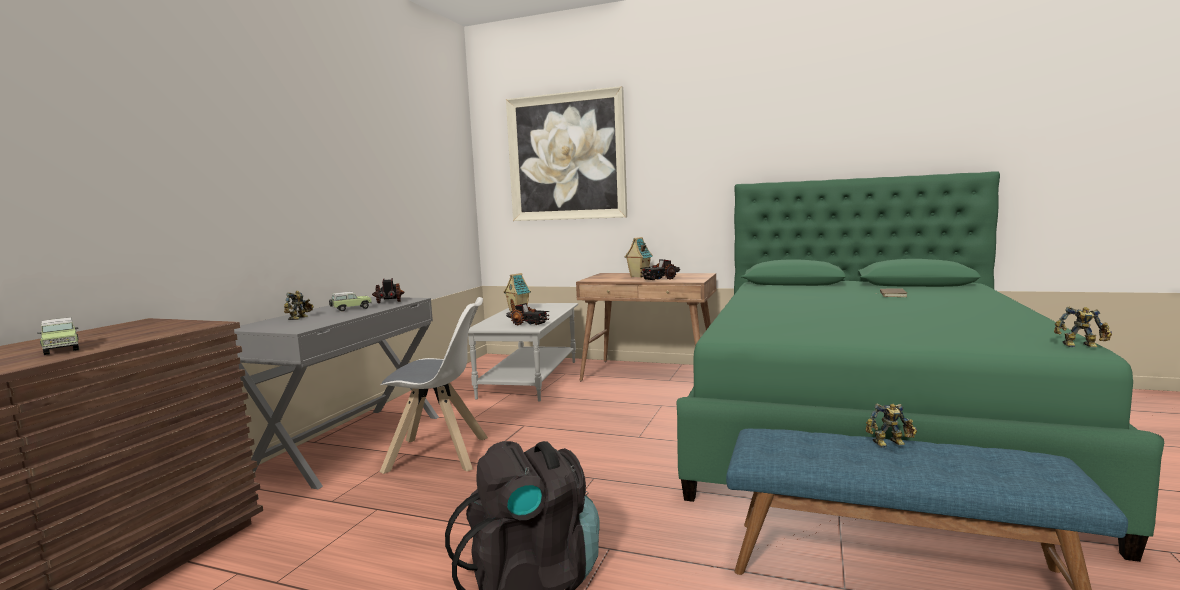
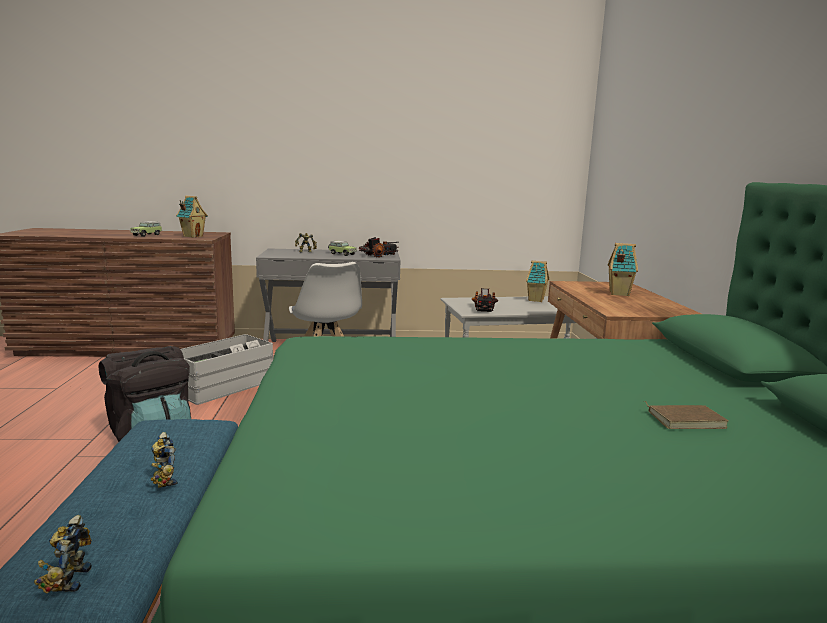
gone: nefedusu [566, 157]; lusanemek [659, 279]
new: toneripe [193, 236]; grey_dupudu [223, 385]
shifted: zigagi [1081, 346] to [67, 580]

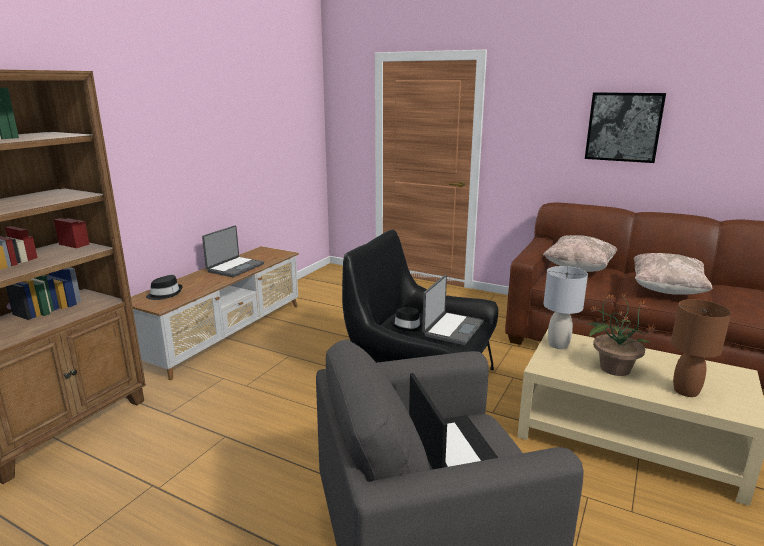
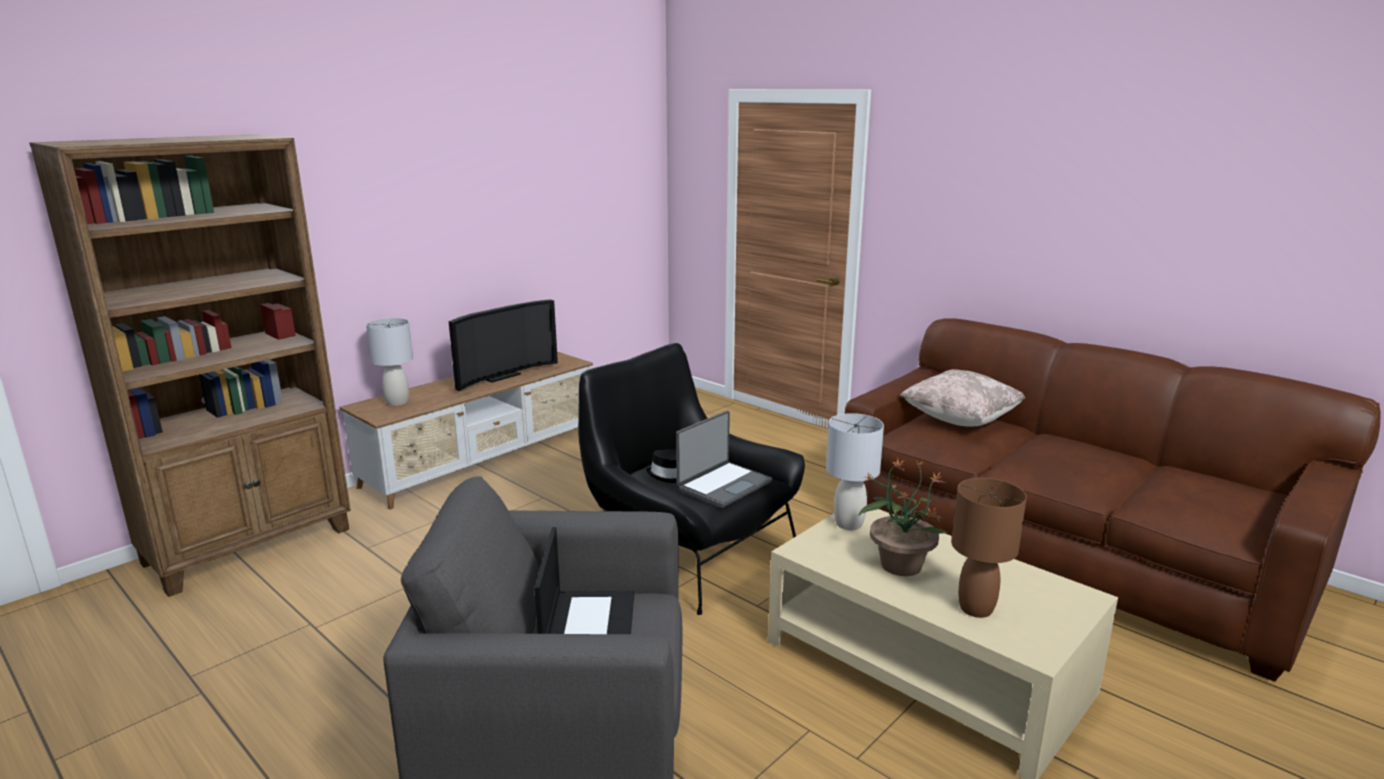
gone: nefedusu [623, 127]; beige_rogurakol [666, 290]
swapped: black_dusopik [165, 294] to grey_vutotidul [397, 402]; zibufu [235, 267] to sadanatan [499, 376]

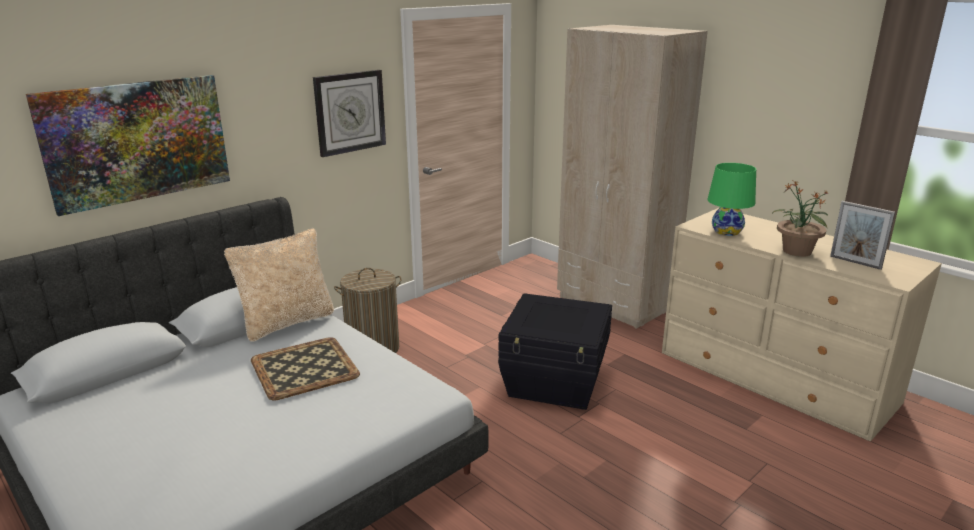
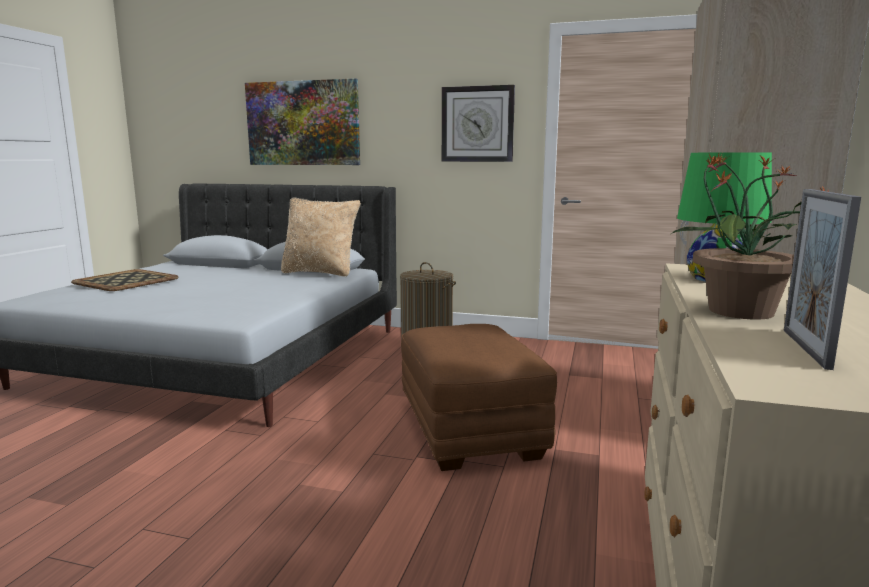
shifted: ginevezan [305, 368] to [125, 281]
swapped: black_dupudu [555, 383] to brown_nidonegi [471, 429]

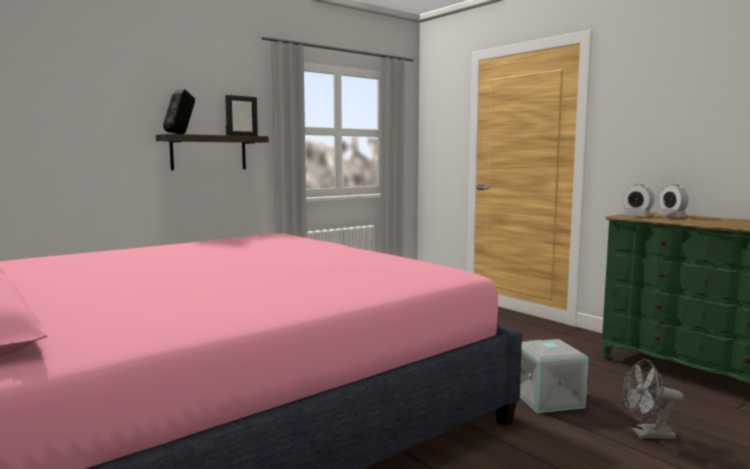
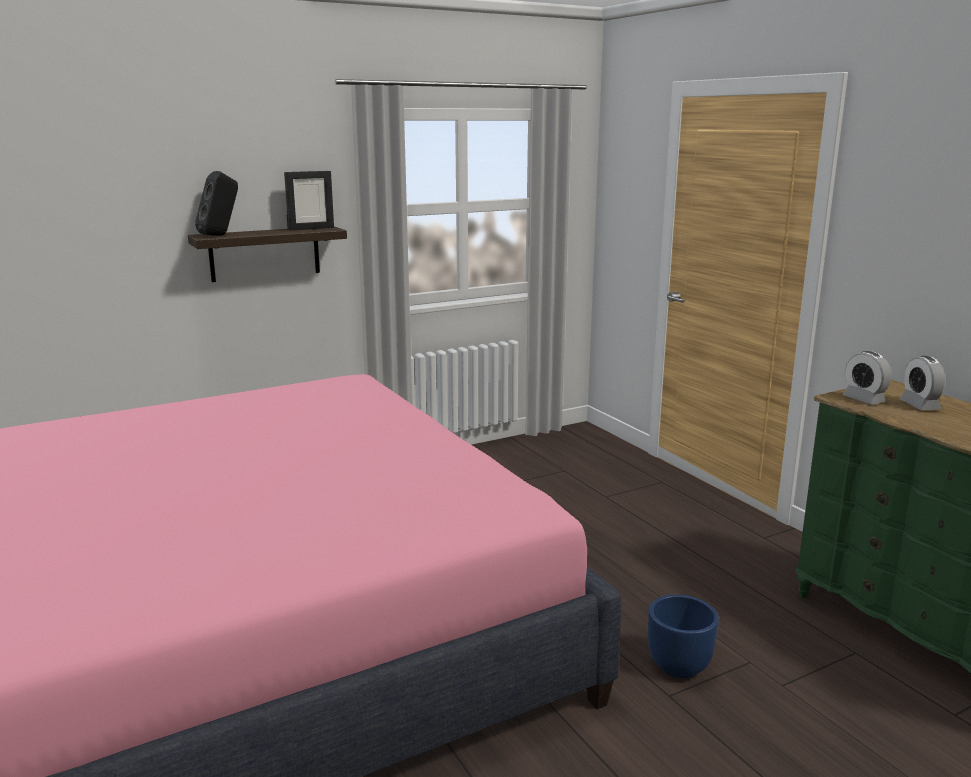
gone: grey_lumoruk [647, 434]
swapped: grey_dupudu [549, 399] to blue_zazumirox [679, 666]

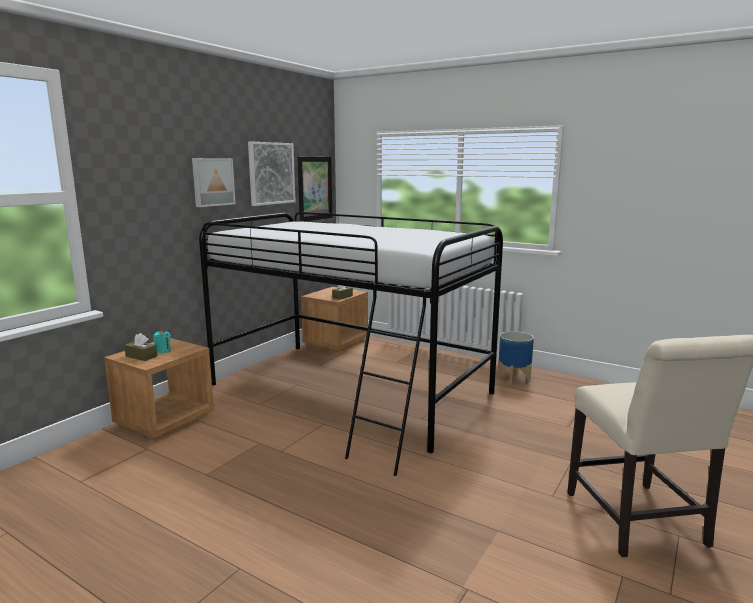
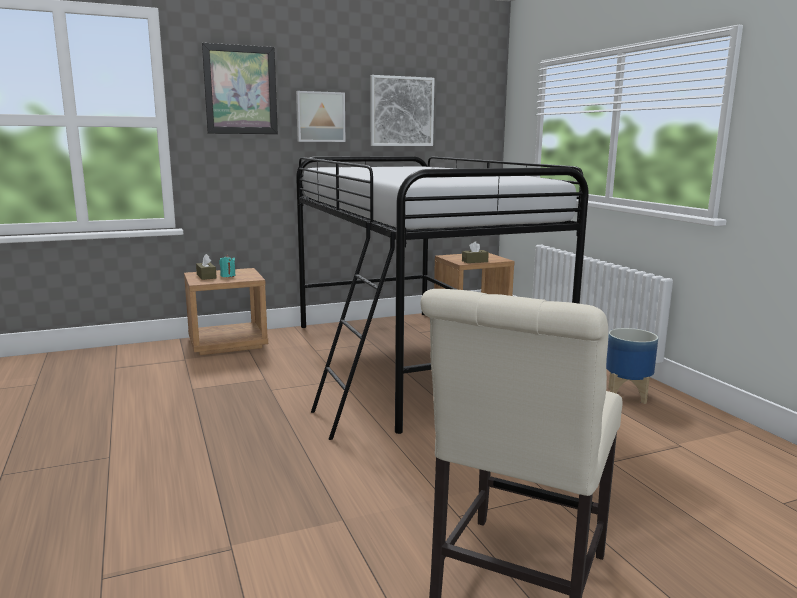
shifted: nefedusu [315, 188] to [240, 90]

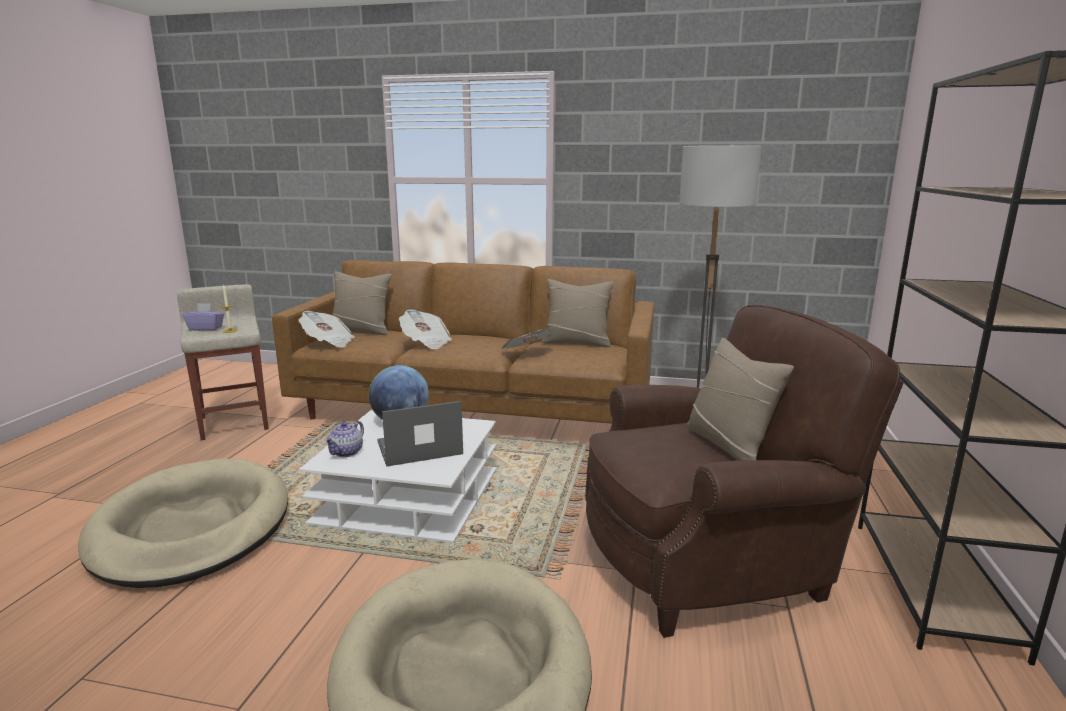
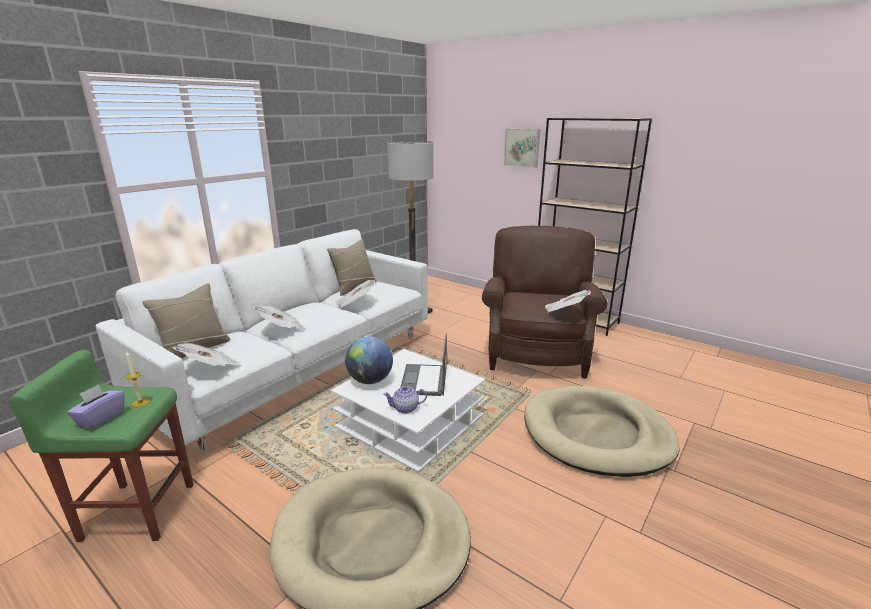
gone: beige_rogurakol [729, 444]
new: nefedusu [522, 147]; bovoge [564, 311]
repainted: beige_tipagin [234, 422] to green_tipagin [137, 511]; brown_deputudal [474, 411] to white_deputudal [299, 370]
rotated: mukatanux [347, 452] = [406, 408] 120 degrees clockwise

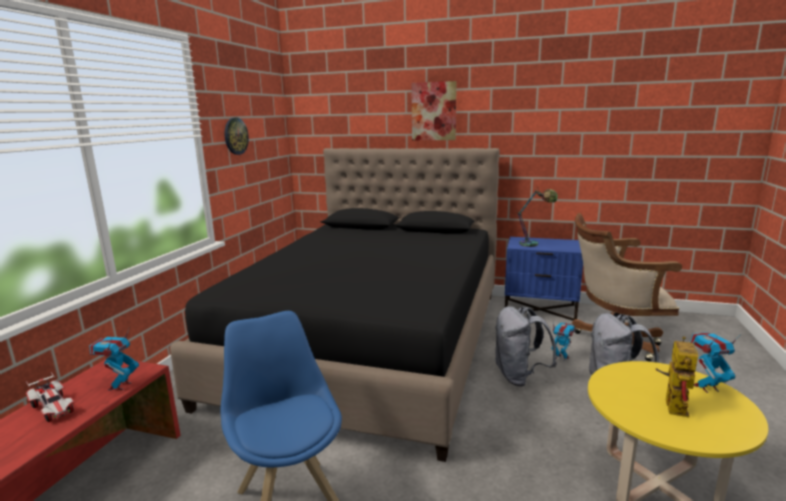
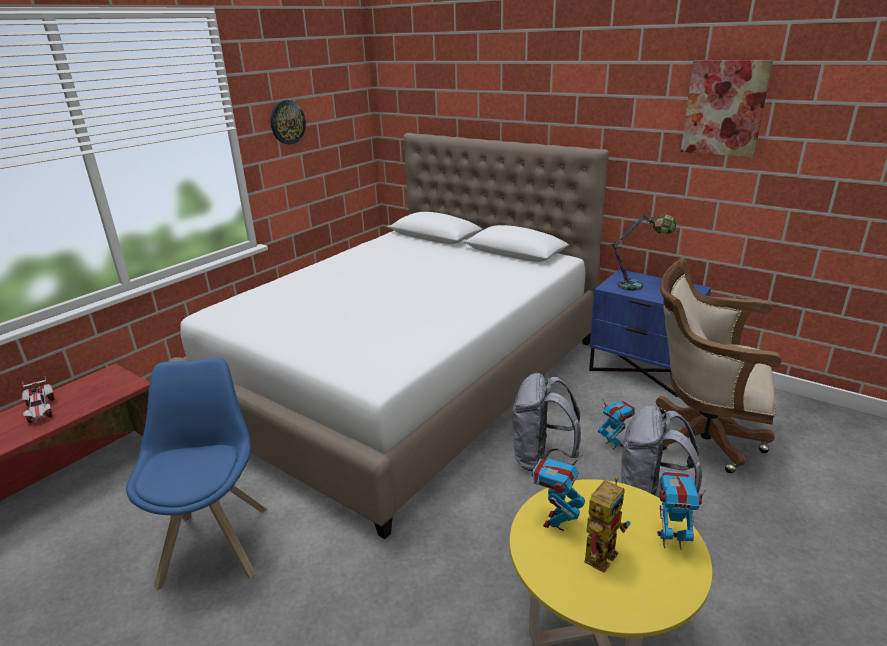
shifted: zigagi [120, 386] to [555, 522]; nefedusu [434, 111] to [724, 108]
repainted: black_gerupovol [372, 342] to white_gerupovol [409, 380]

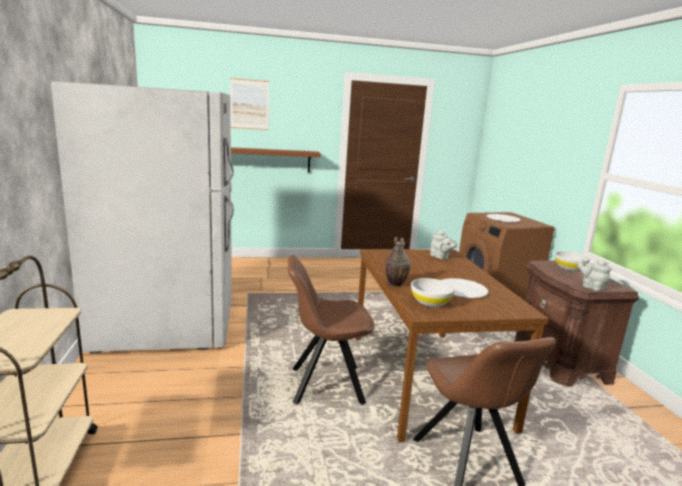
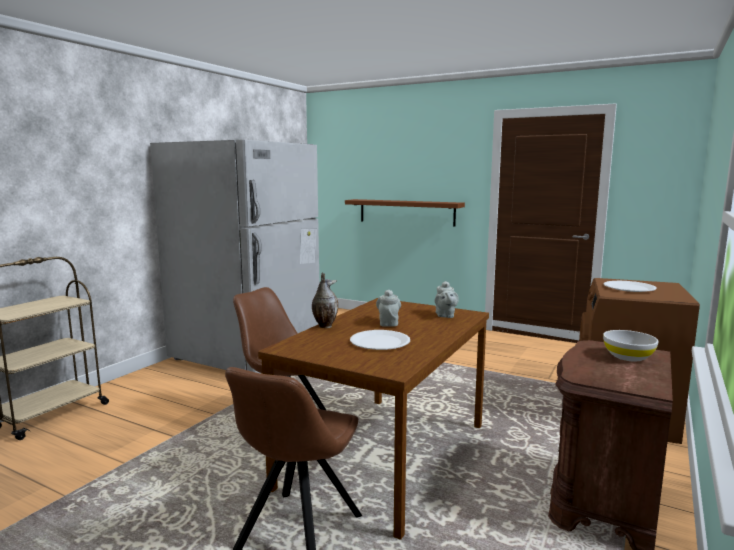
gone: nefedusu [249, 104]; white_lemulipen [430, 302]
shifted: grey_mukatanux [591, 287] to [388, 323]

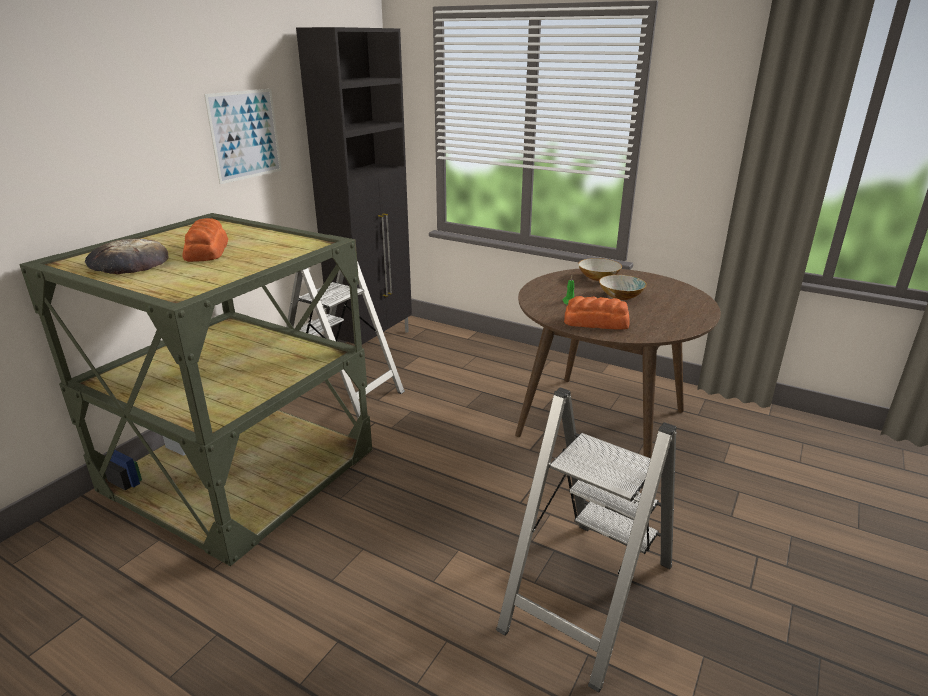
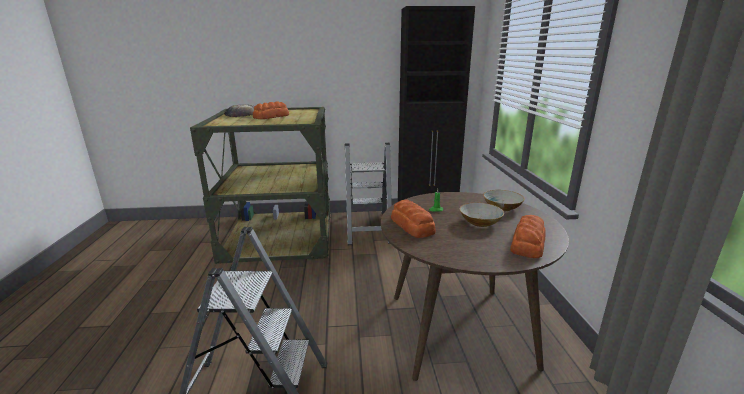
gone: nefedusu [245, 135]
new: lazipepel [528, 243]

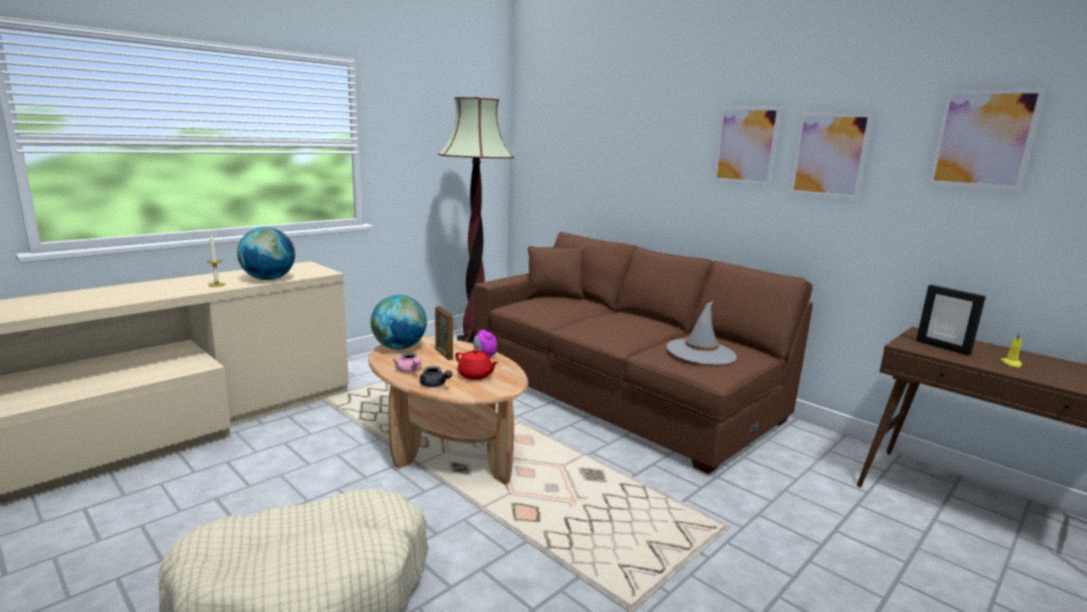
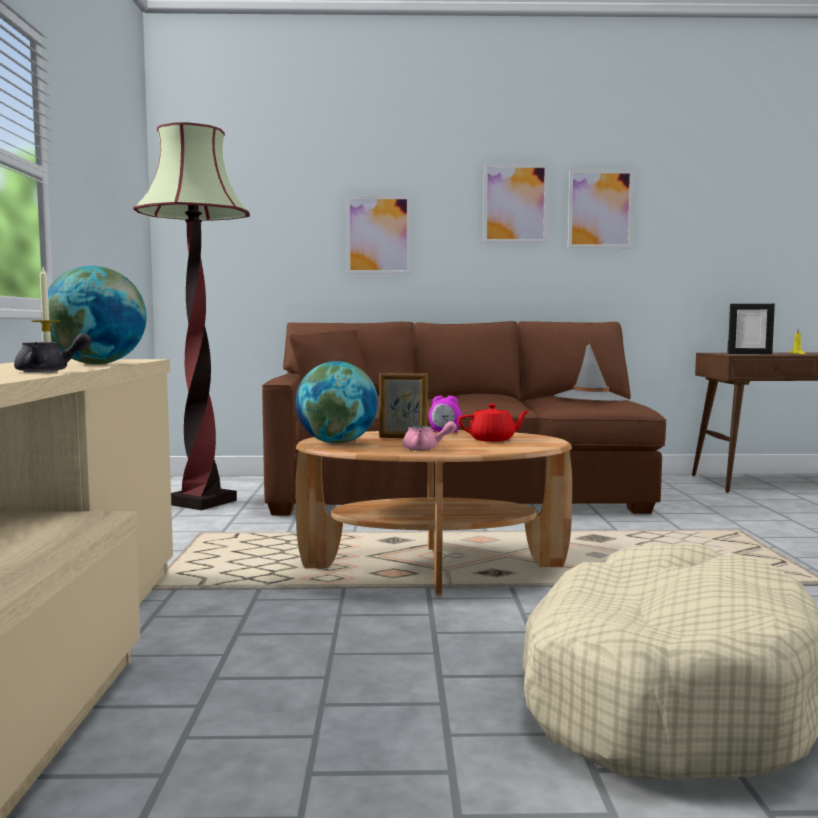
shifted: grey_mukatanux [435, 385] to [49, 371]; nefedusu [983, 139] to [378, 235]

